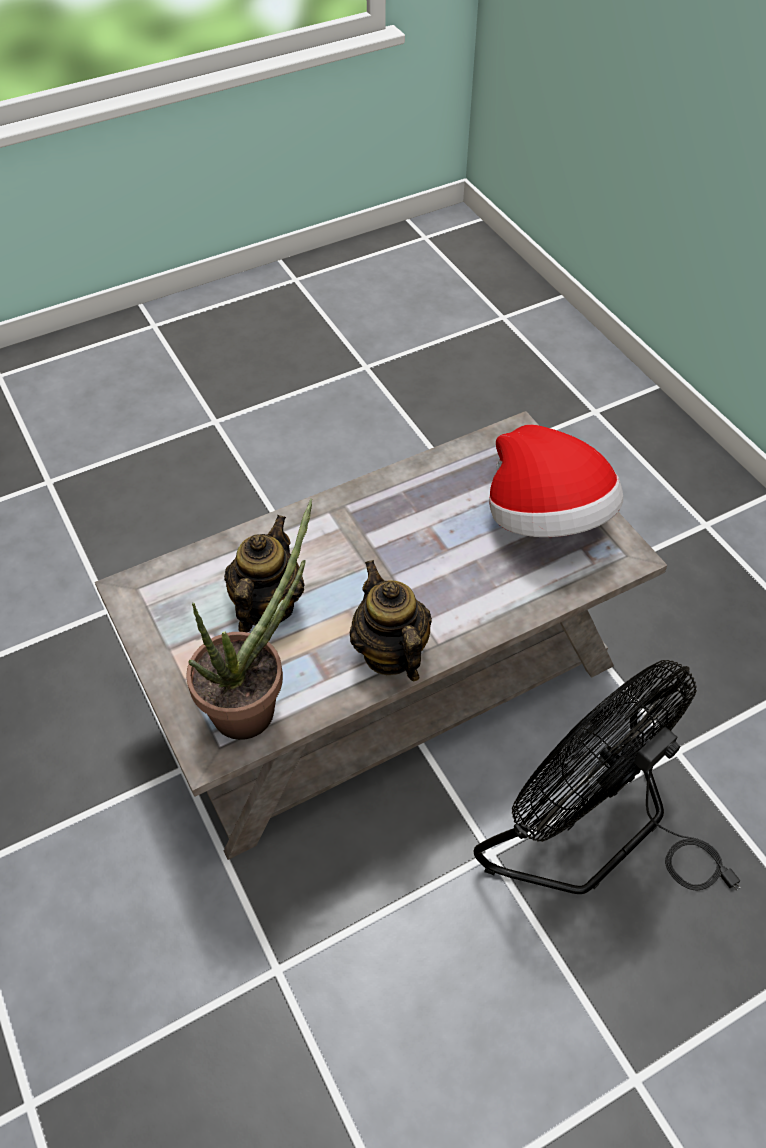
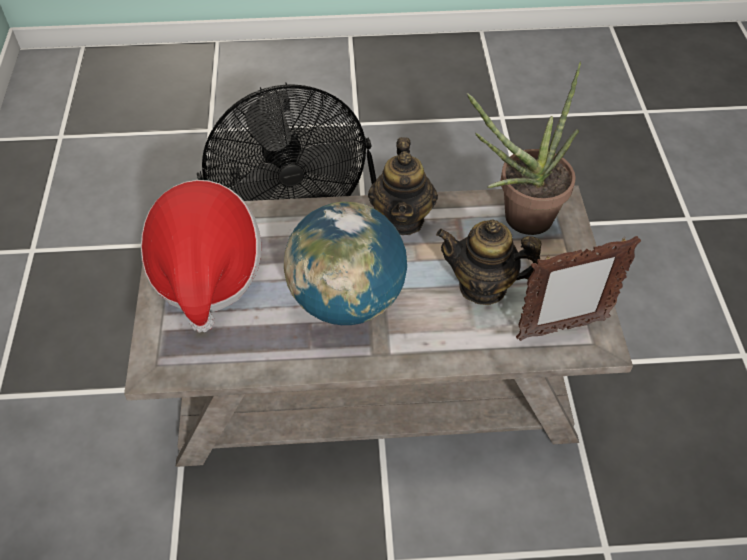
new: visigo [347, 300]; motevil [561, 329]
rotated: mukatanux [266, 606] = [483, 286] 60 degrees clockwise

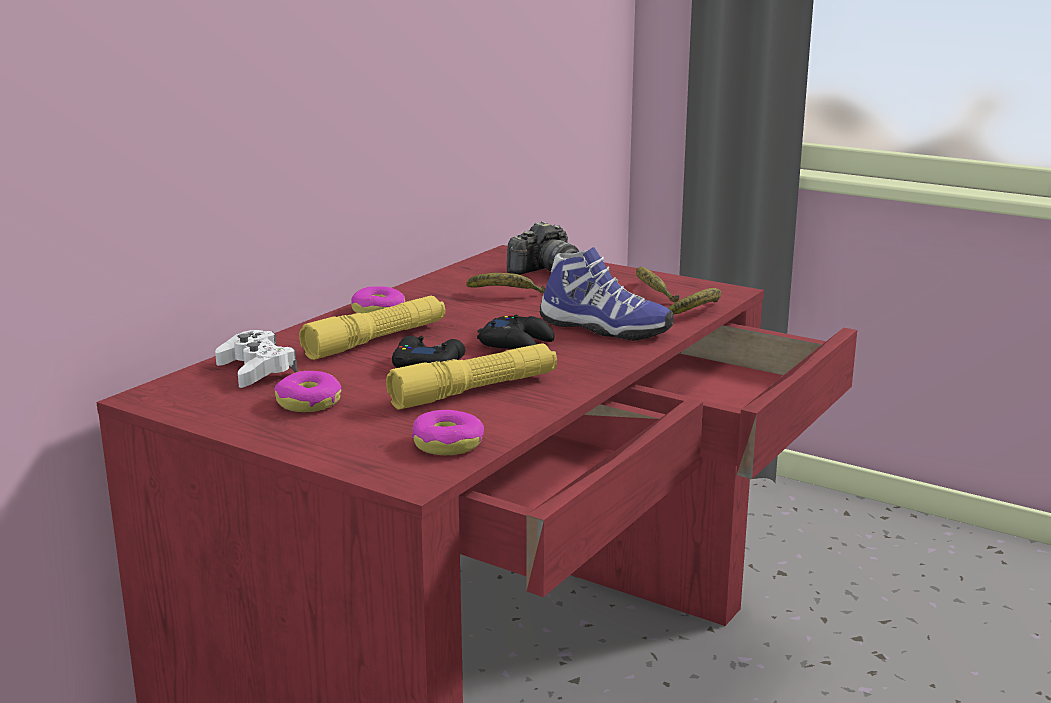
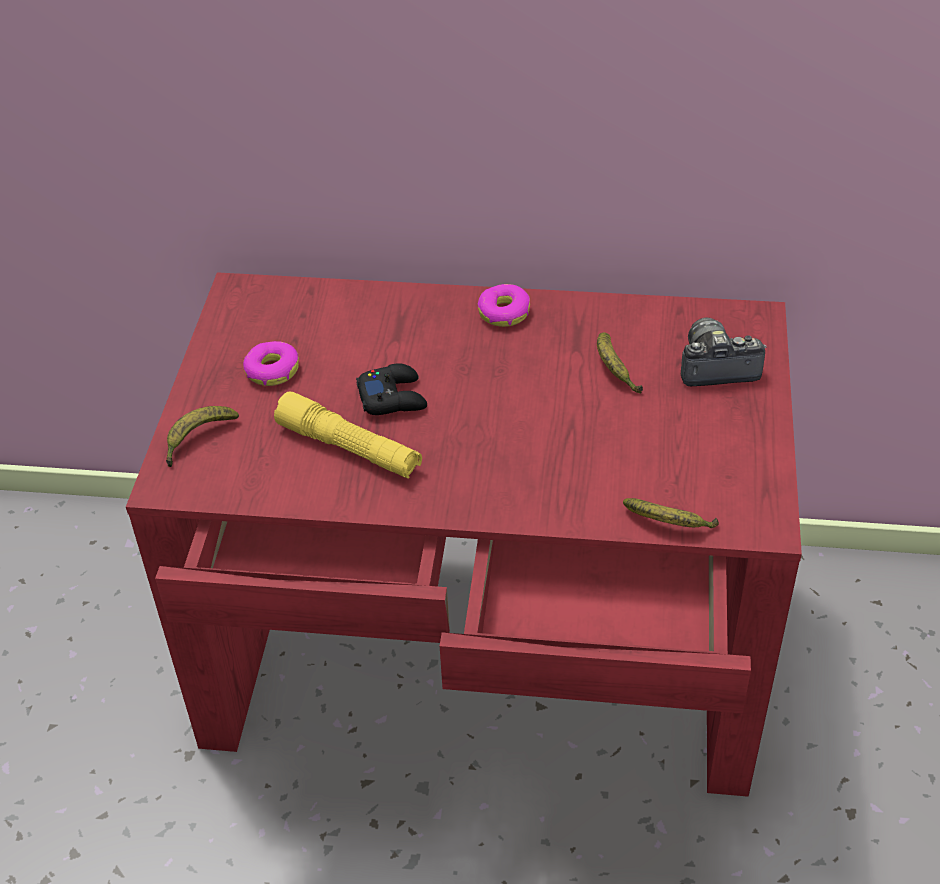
gone: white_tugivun [256, 370]; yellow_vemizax [376, 340]; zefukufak [448, 444]; black_tugivun [517, 344]; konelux [603, 329]
shifted: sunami [652, 293] to [198, 439]
rotated: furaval [546, 271] = [716, 367] 150 degrees clockwise

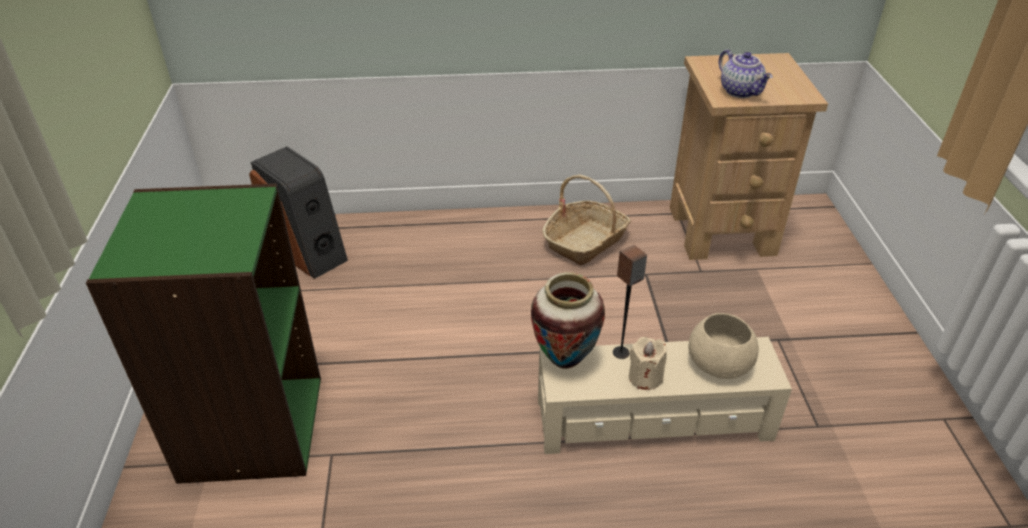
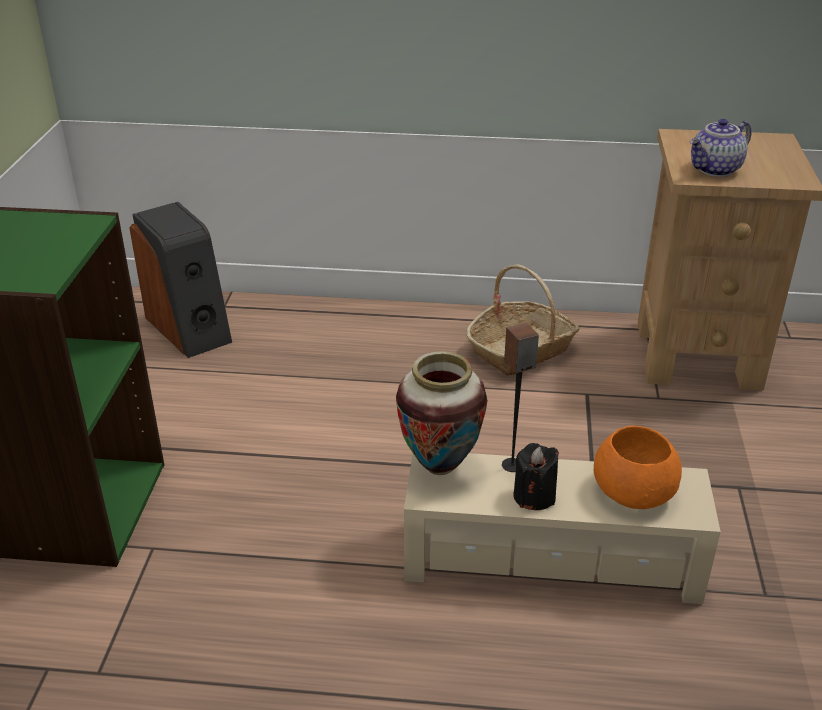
repainted: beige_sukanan [645, 377] to black_sukanan [534, 496]; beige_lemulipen [720, 364] to orange_lemulipen [635, 493]
rotated: mukatanux [741, 91] = [716, 170] 75 degrees clockwise

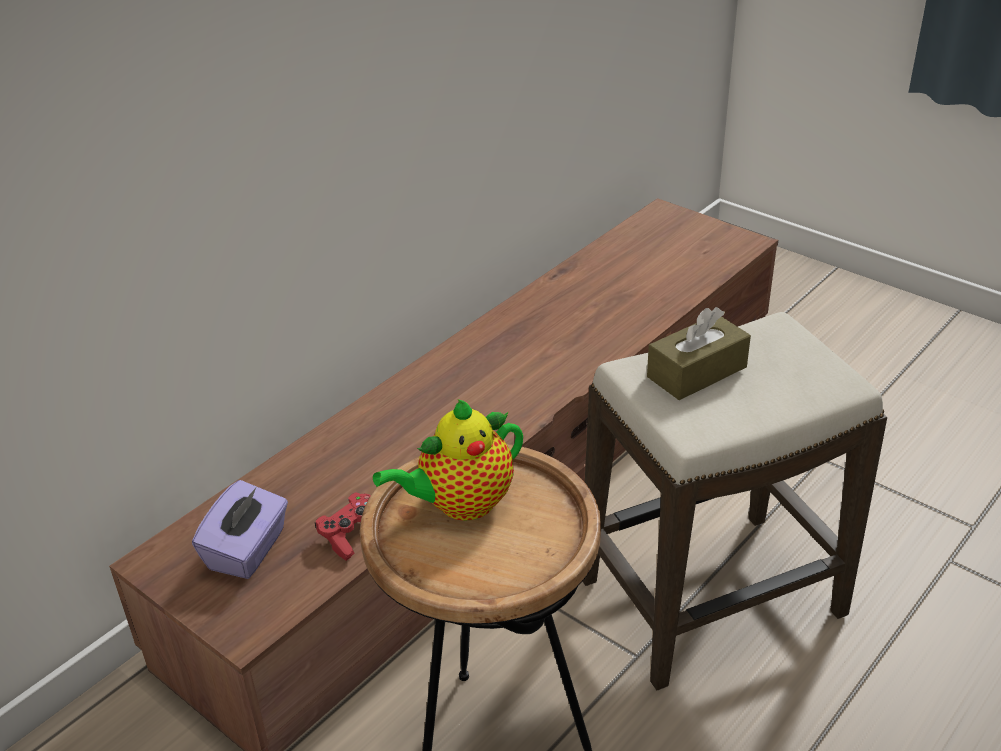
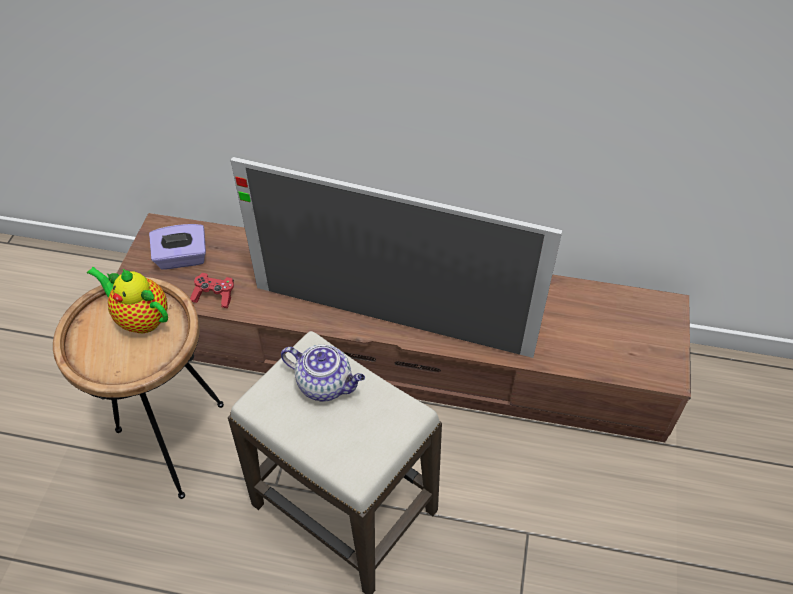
new: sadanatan [391, 320]
swapped: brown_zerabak [696, 372] to mukatanux [326, 384]

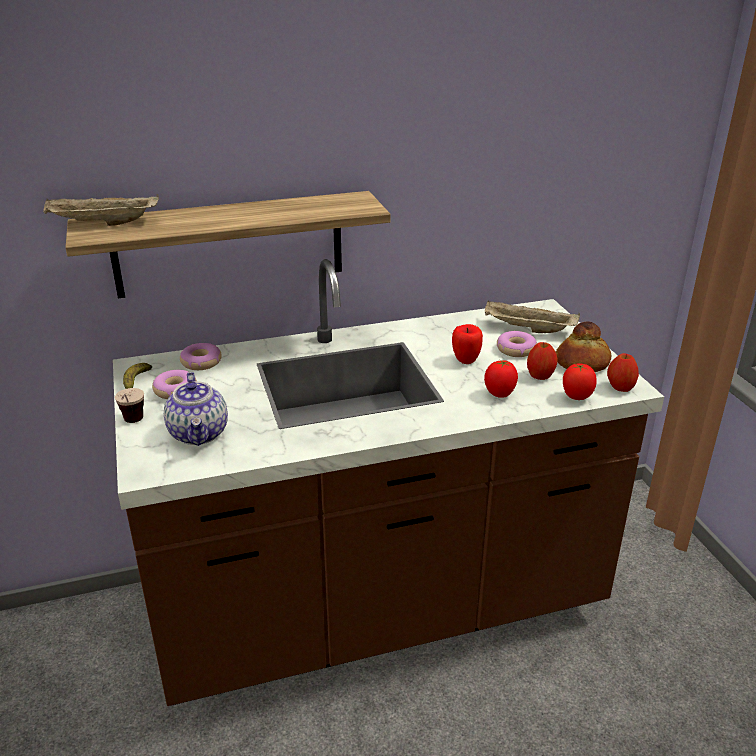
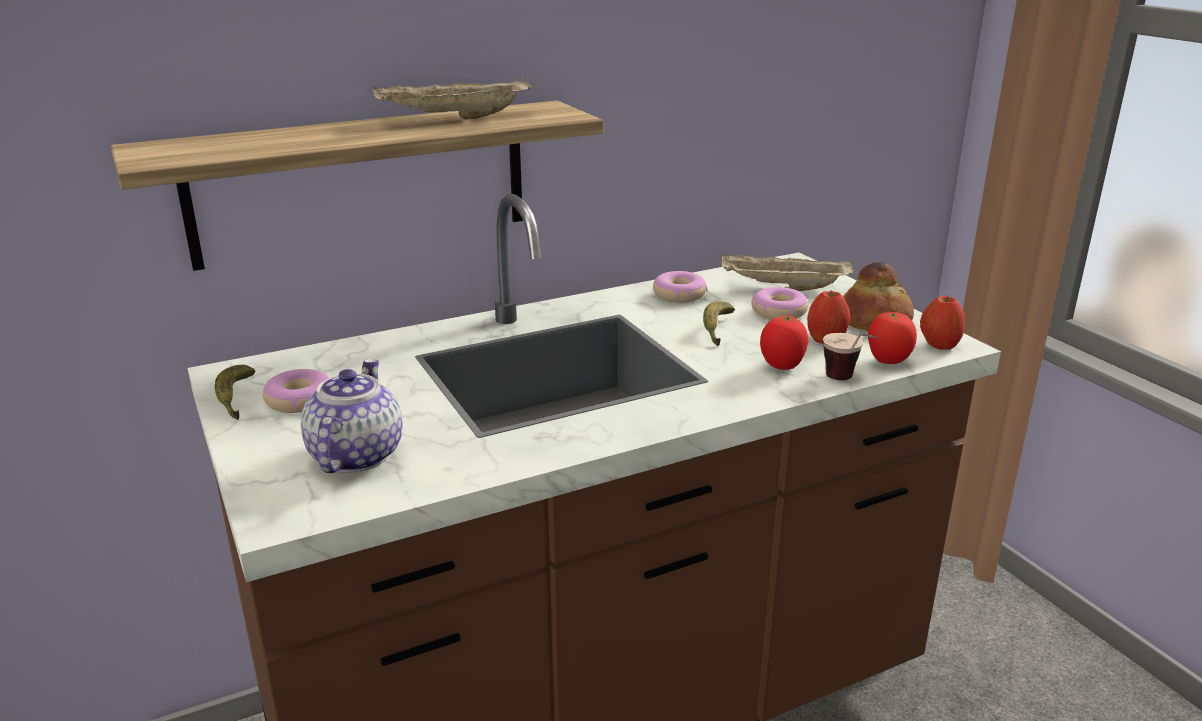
shifted: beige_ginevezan [102, 224] to [453, 119]; zefukufak [201, 362] to [679, 295]; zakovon [132, 424] to [847, 382]
swapped: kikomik [465, 360] to sunami [716, 329]
rotated: mukatanux [199, 433] = [355, 455] 150 degrees counterclockwise

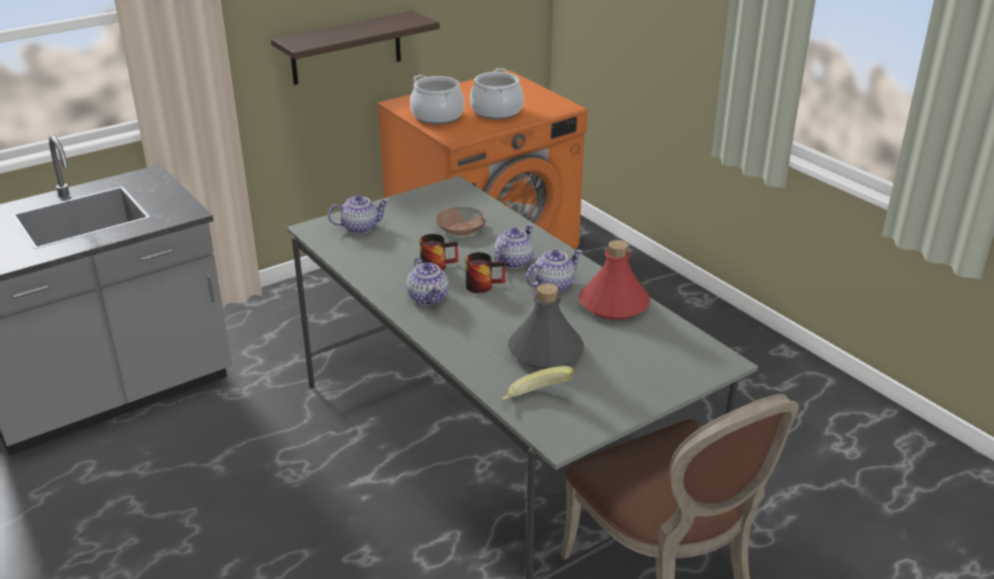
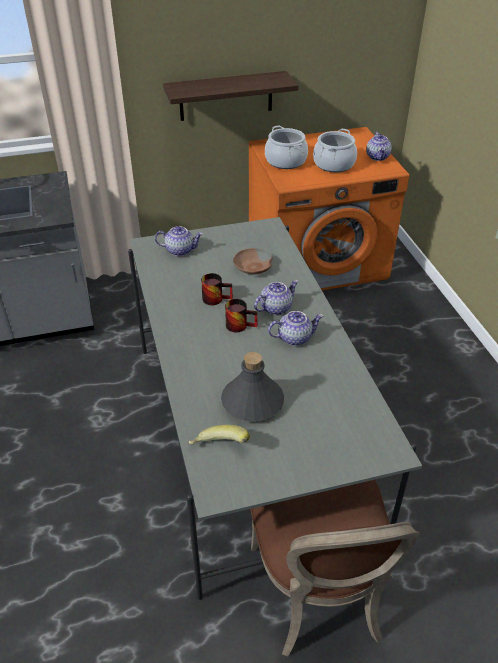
gone: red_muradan [614, 304]
shifted: mukatanux [429, 298] to [378, 157]

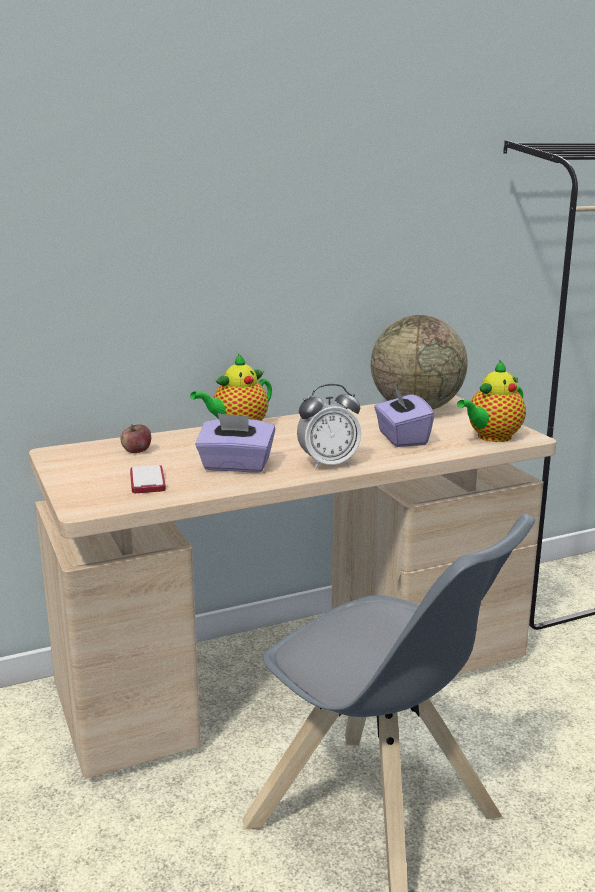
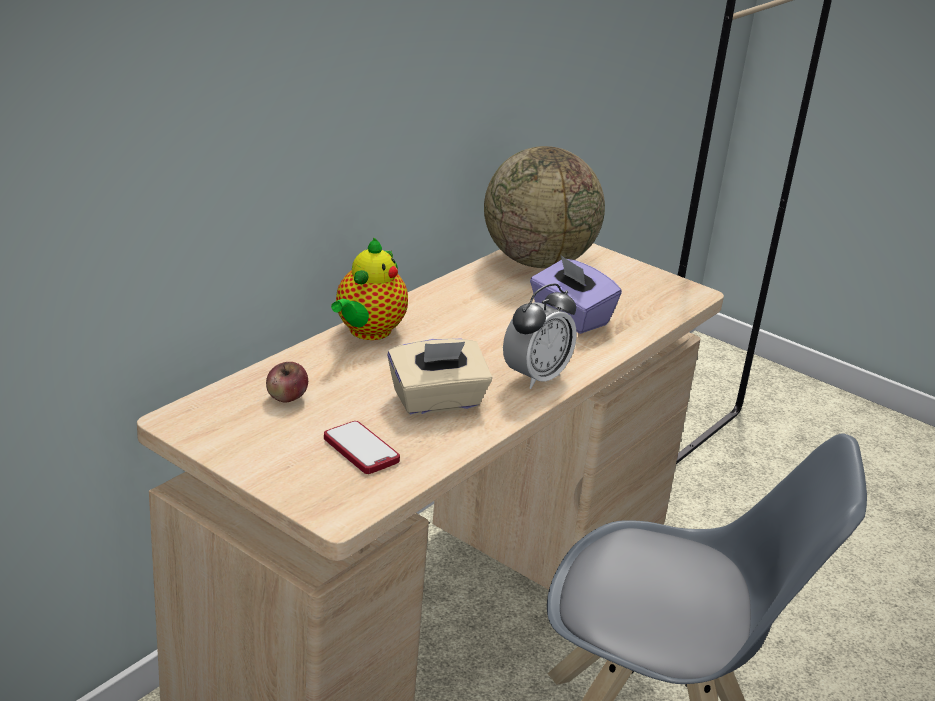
gone: mukatanux [491, 437]
repainted: purple_zerabak [236, 466] to beige_zerabak [437, 401]

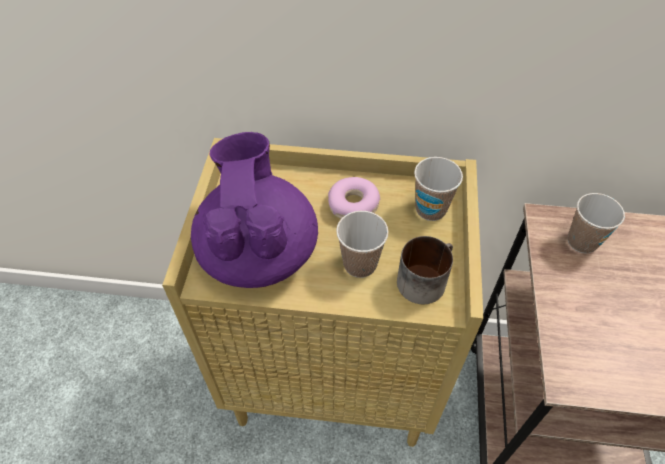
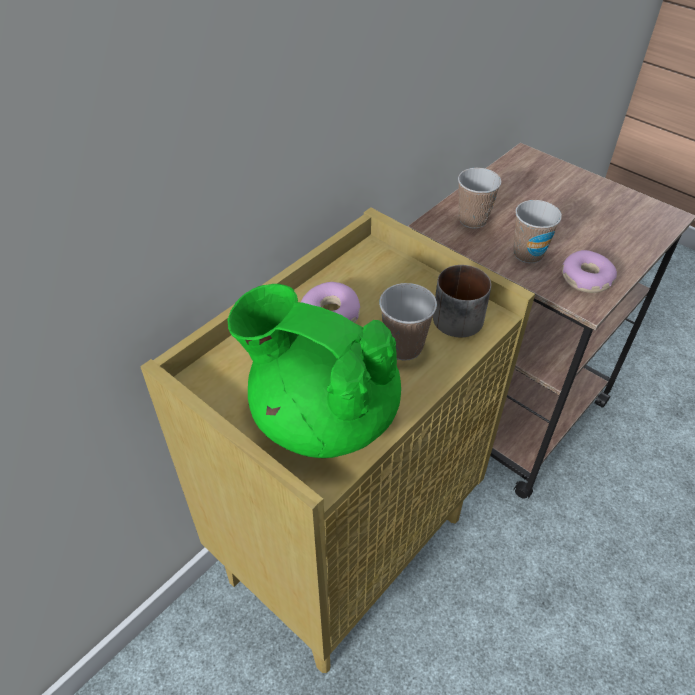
new: zefukufak [586, 279]
shifted: zakovon [430, 209] to [528, 254]
repainted: purple_mukatanux [258, 252] to green_mukatanux [322, 415]

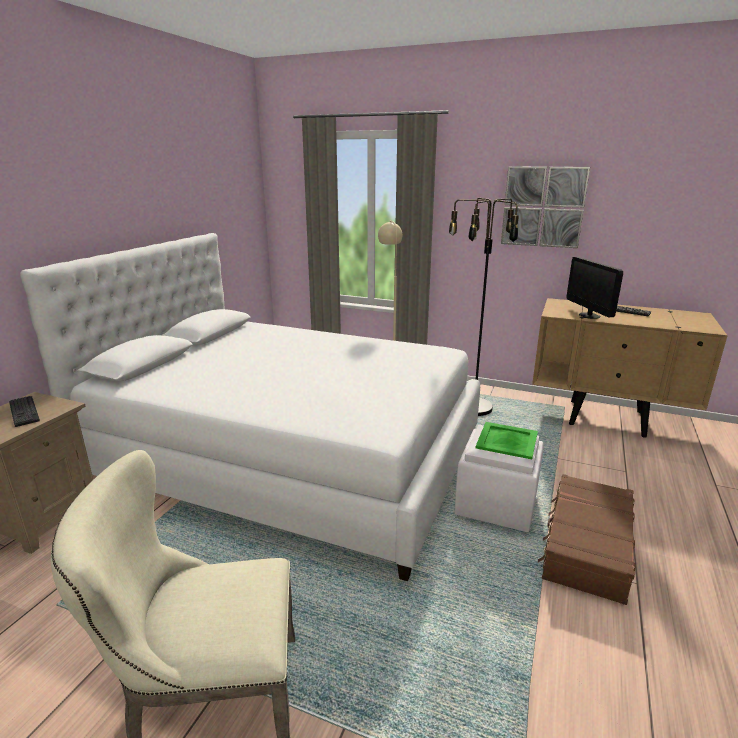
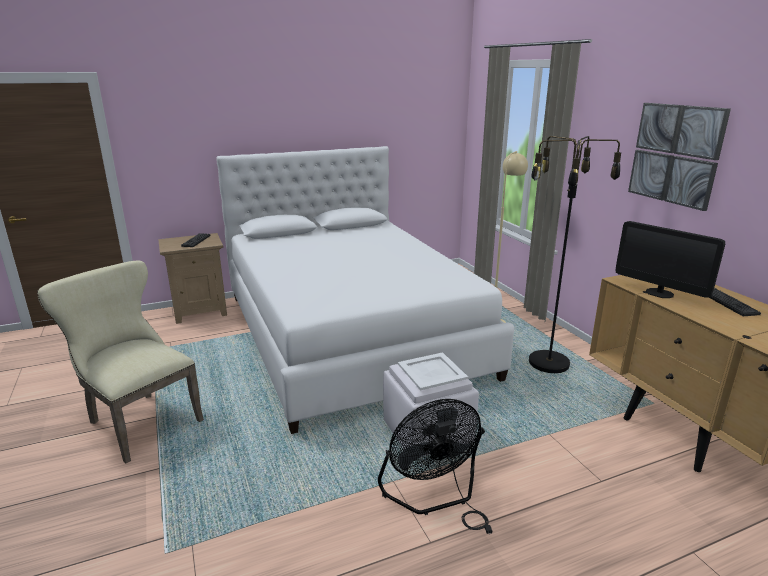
swapped: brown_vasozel [586, 546] to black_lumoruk [441, 496]
repainted: green_ginevezan [506, 440] to white_ginevezan [431, 371]
rotated: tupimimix [589, 315] = [659, 293] 75 degrees counterclockwise

